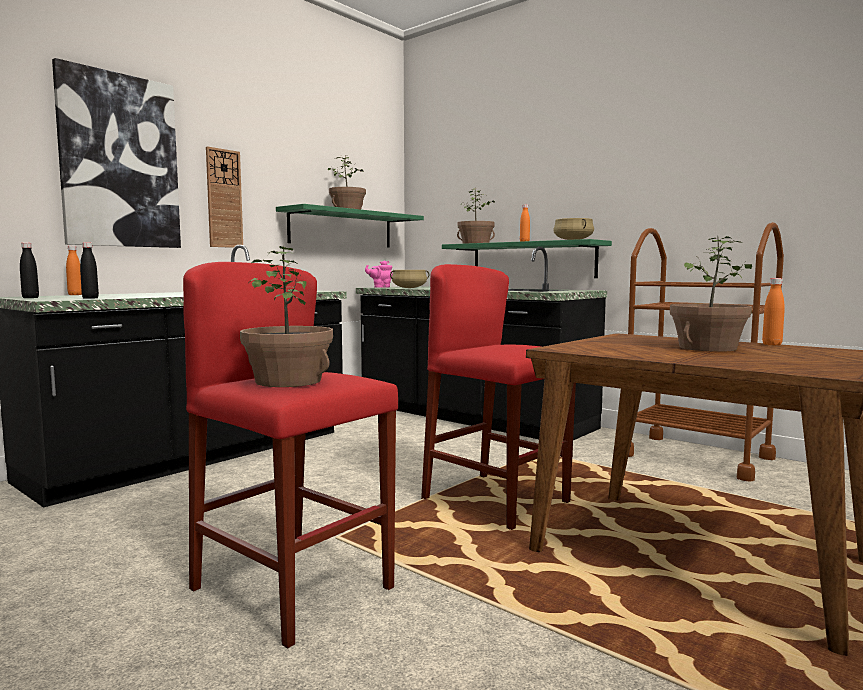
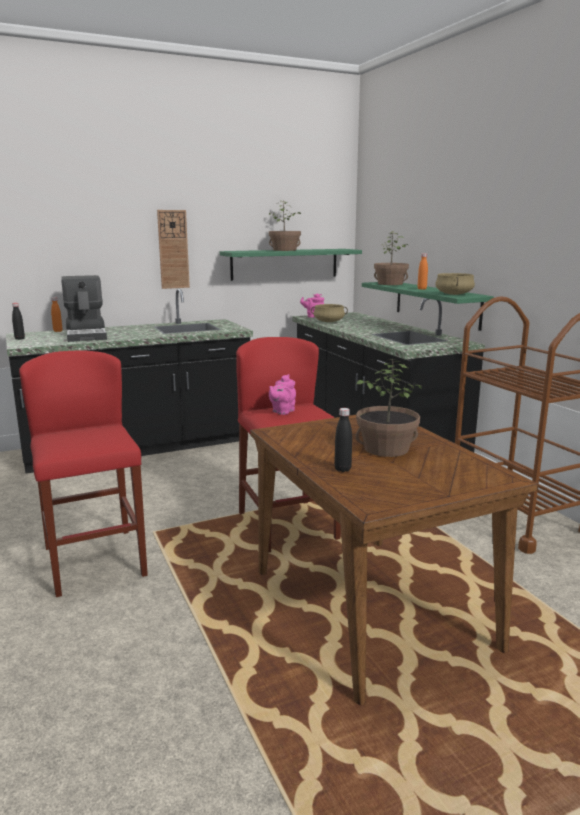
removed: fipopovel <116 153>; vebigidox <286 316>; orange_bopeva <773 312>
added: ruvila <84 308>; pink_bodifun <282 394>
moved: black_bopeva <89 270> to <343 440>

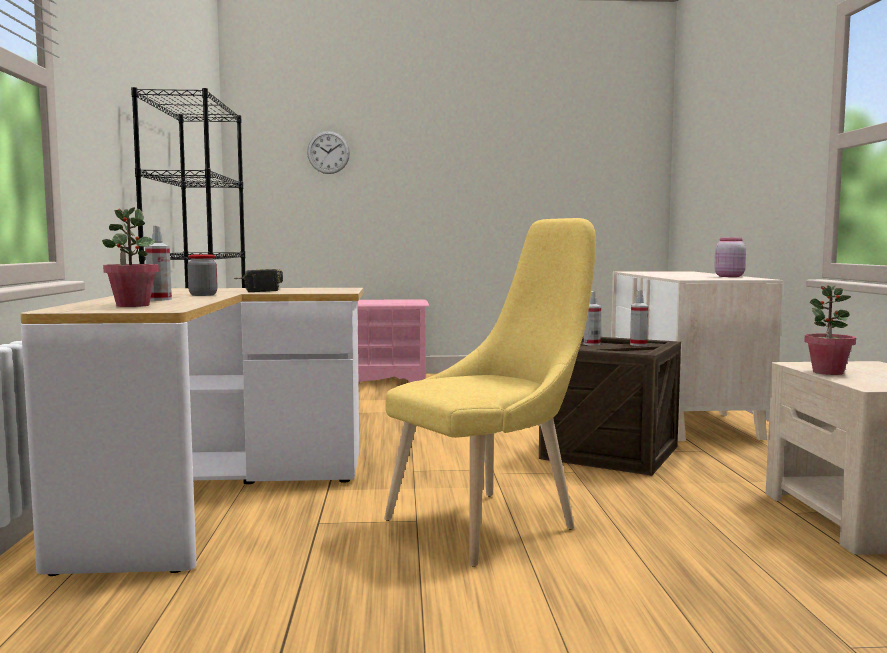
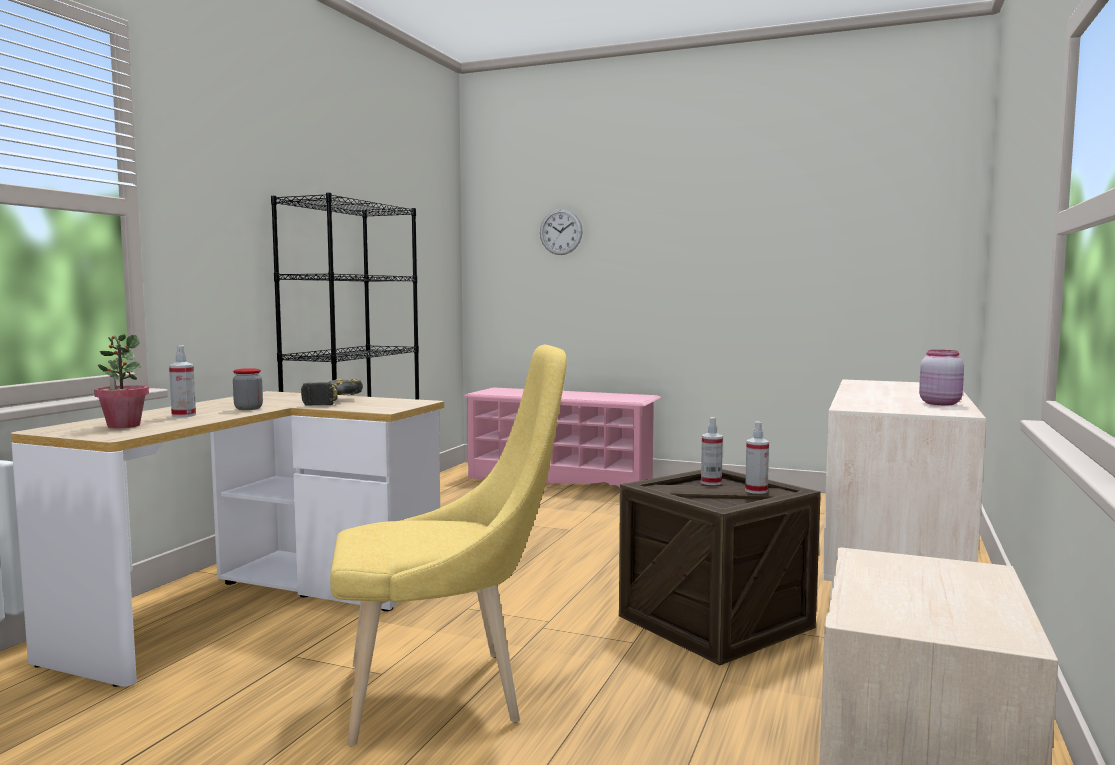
removed: vebigidox <830 330>

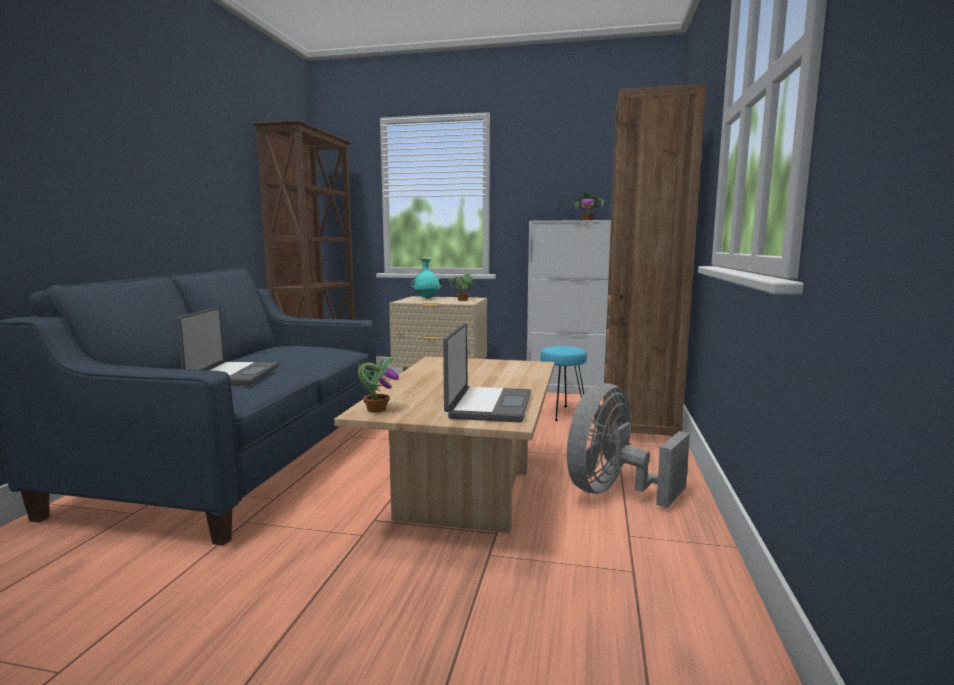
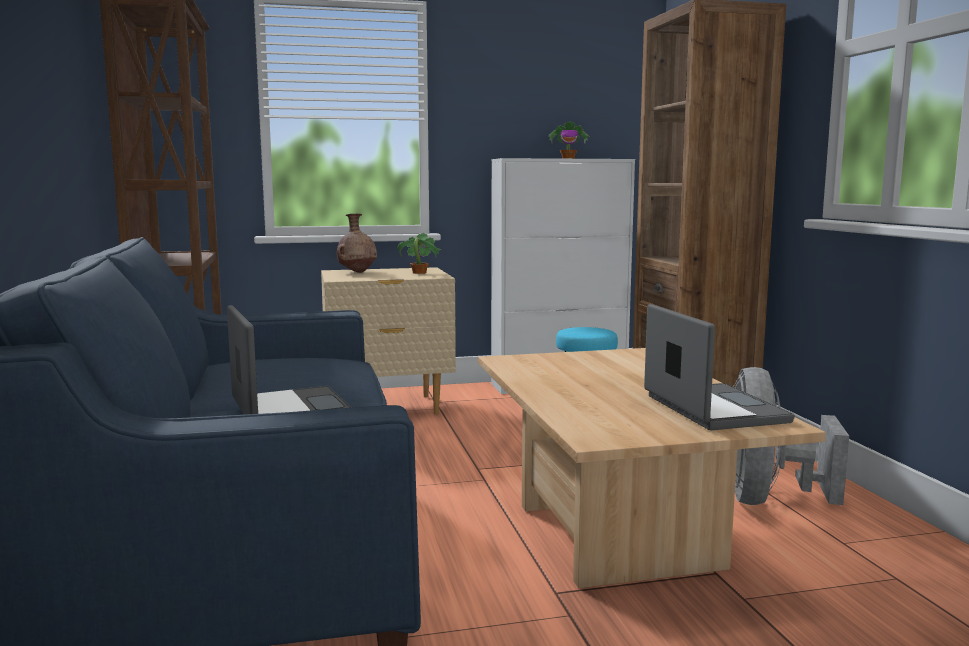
removed: vebigidox <378 384>
recoloured: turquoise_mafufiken <426 279> to brown_mafufiken <357 243>

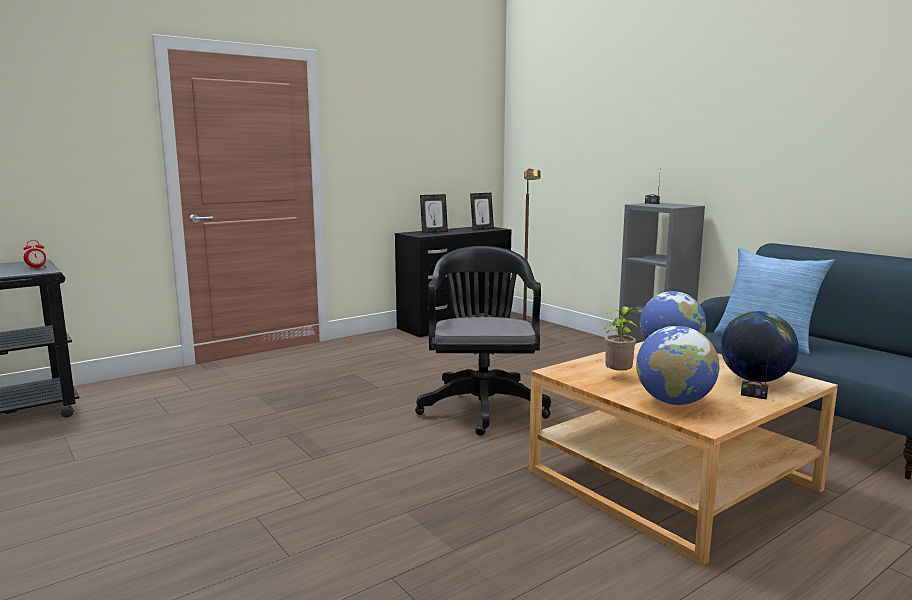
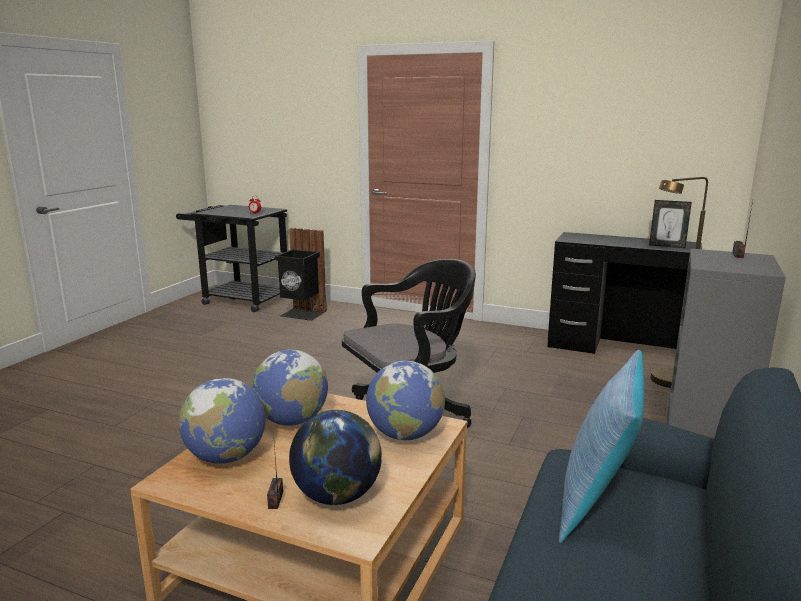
removed: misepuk <434 213>
added: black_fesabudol <301 274>
replaced: vebigidox <621 338> to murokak <290 387>

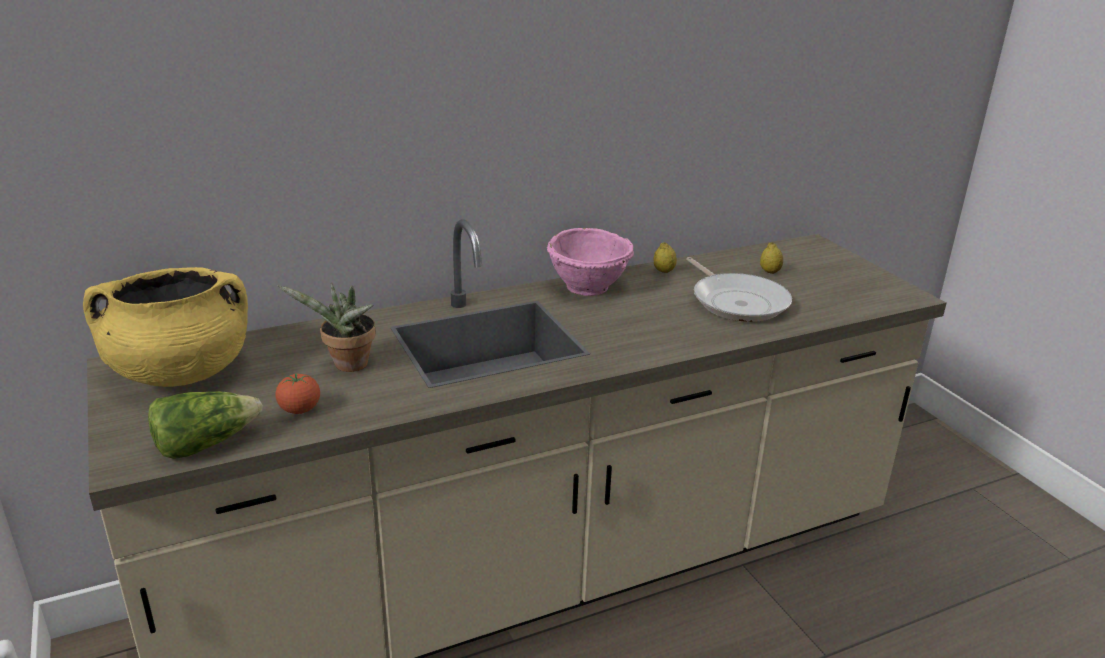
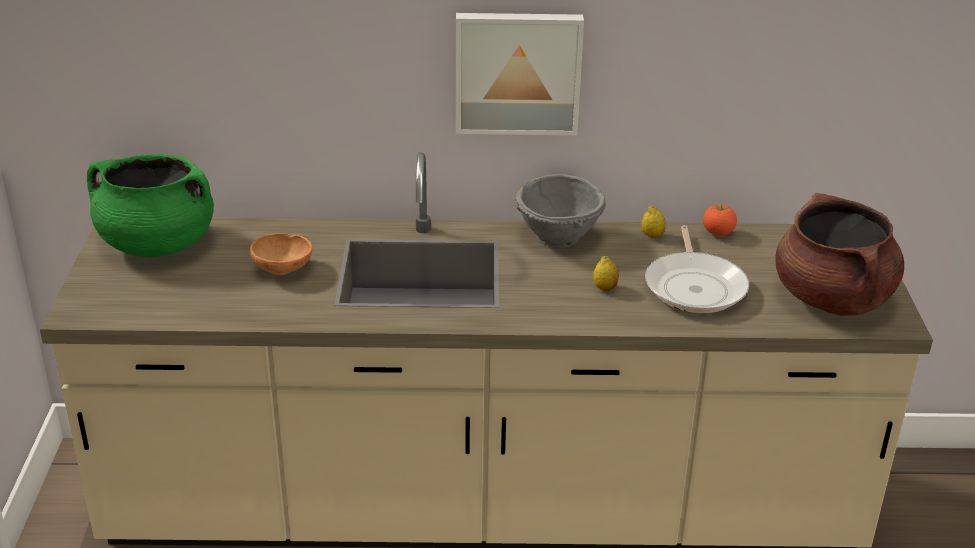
removed: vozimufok <205 425>
added: fipopovel <520 74>; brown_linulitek <839 254>
moved: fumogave <297 393> to <720 220>; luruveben <771 258> to <606 273>
replaced: vebigidox <326 327> to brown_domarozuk <281 254>
recoloured: yellow_linulitek <165 327> to green_linulitek <150 205>; pink_domarozuk <590 262> to grey_domarozuk <561 211>

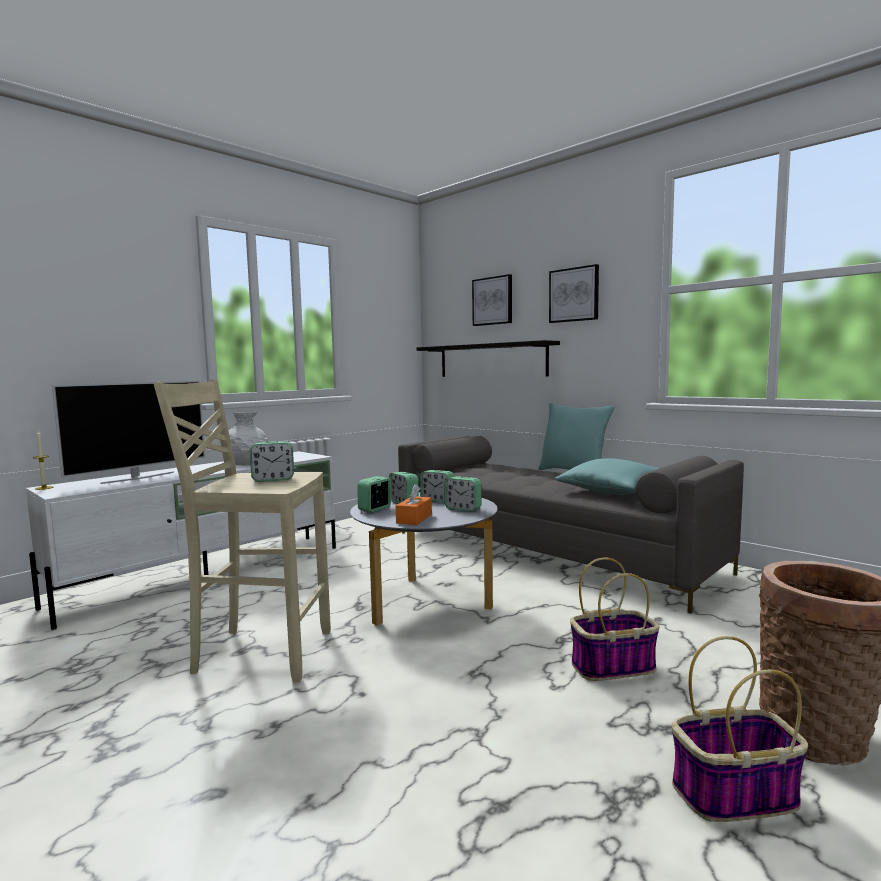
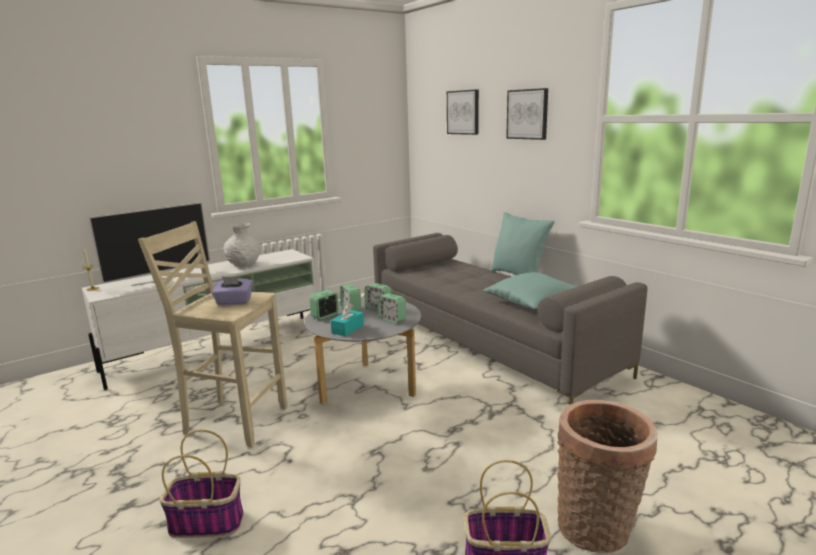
removed: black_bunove <488 358>
moved: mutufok <615 619> to <201 484>
replaced: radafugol <272 461> to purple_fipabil <232 290>
recoloured: orange_fipabil <414 504> to turquoise_fipabil <347 319>

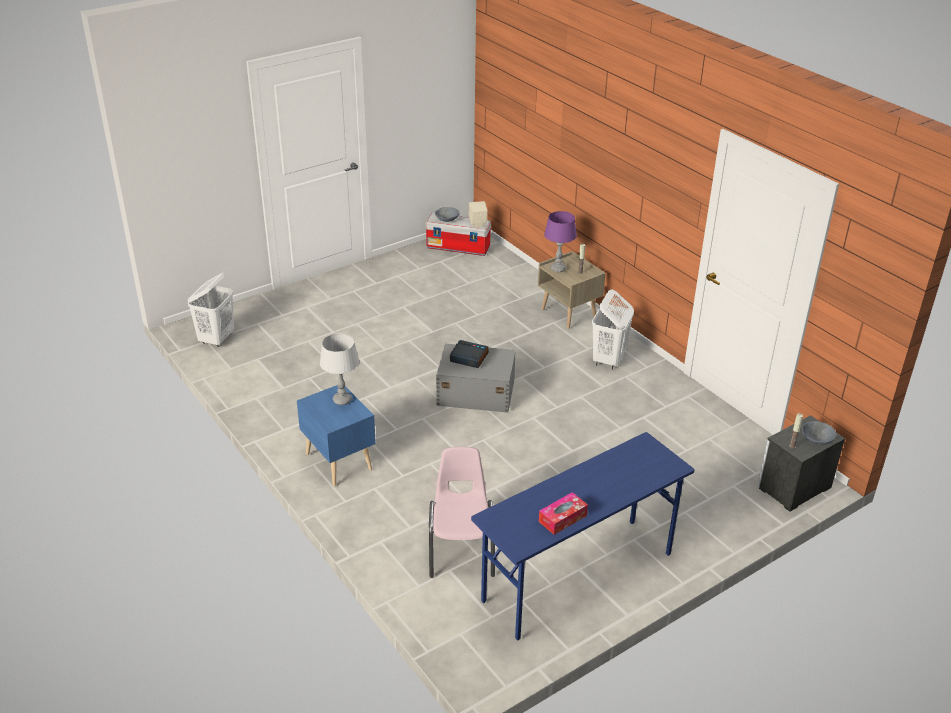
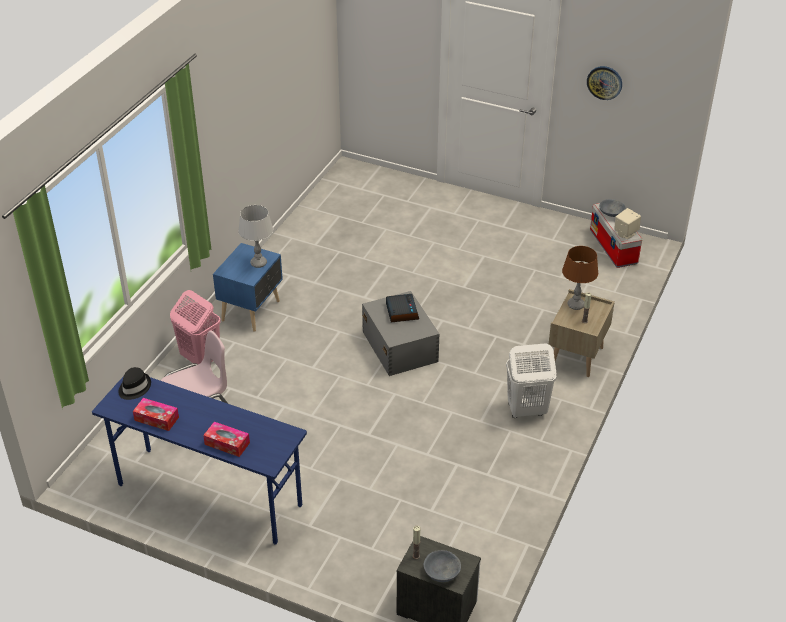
removed: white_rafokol <210 310>
added: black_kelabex <135 383>; pink_rafokol <195 327>; fipabil <226 439>; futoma <604 83>
recoloured: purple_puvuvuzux <560 241> to brown_puvuvuzux <580 278>

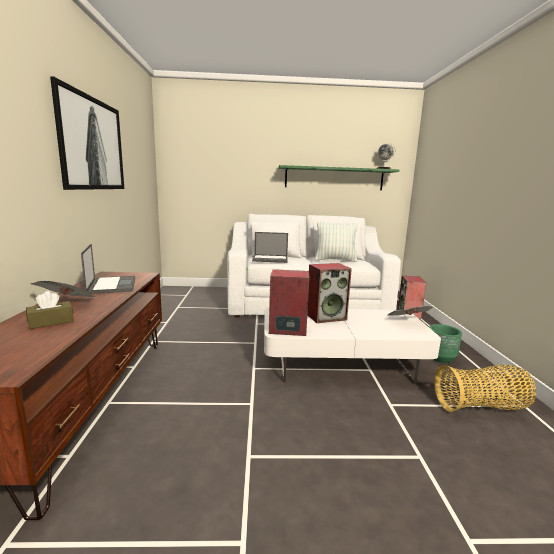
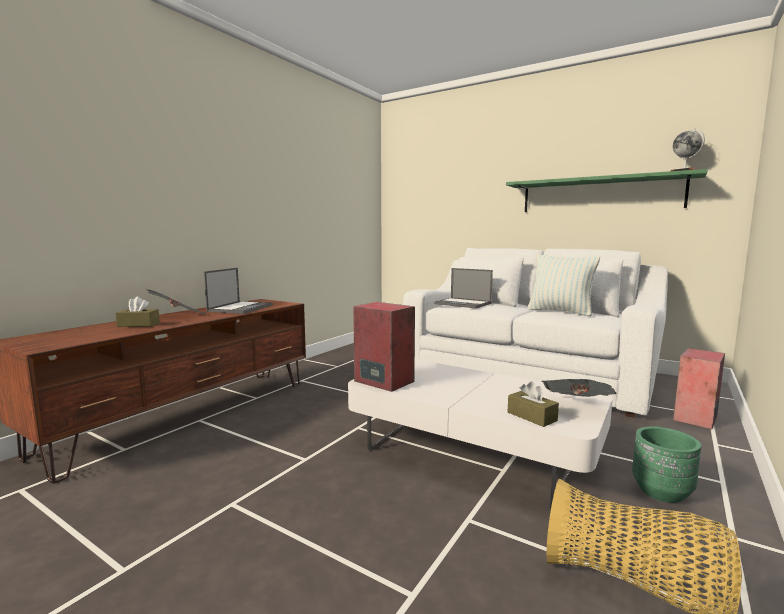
removed: fipopovel <87 133>; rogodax <329 293>
added: brown_fipabil <533 404>

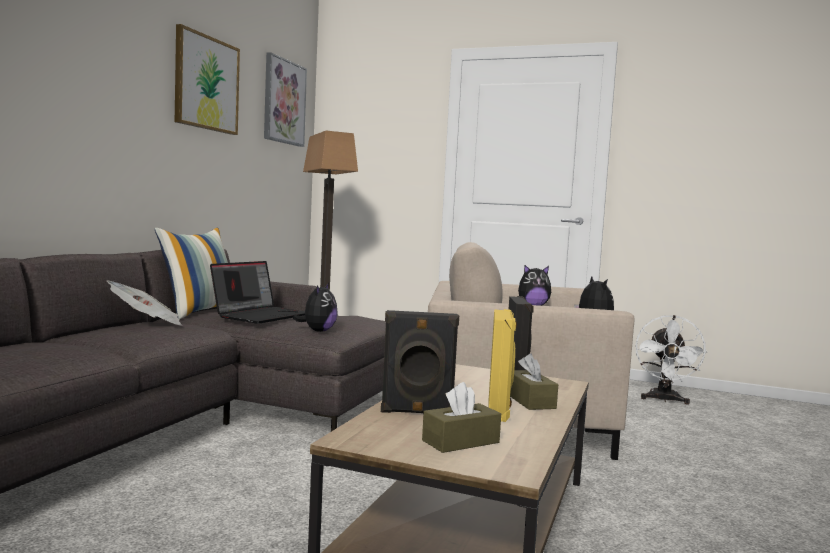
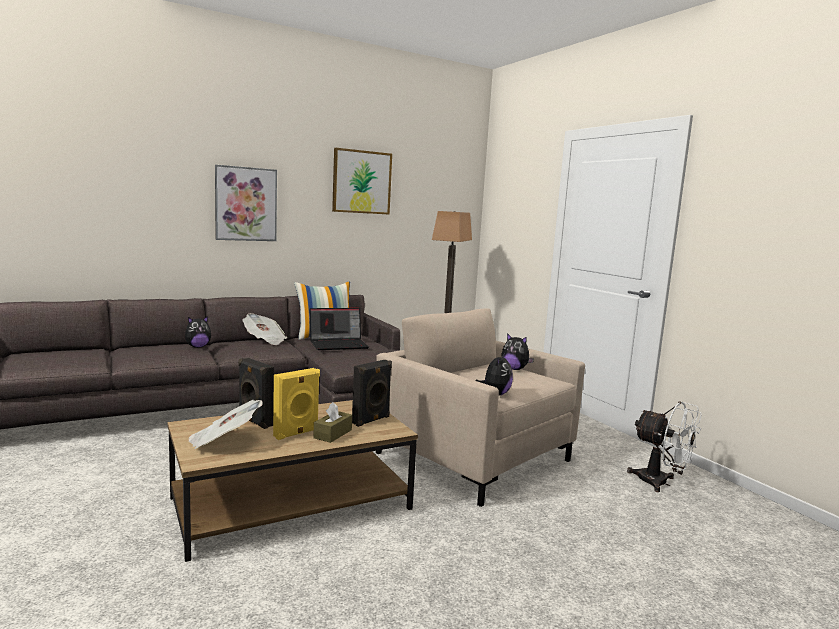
moved: fipopovel <285 99> to <246 203>; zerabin <315 307> to <198 332>
replaced: brown_fipabil <461 417> to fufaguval <225 424>
turned: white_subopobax <671 360> = <664 446> 105 degrees counterclockwise

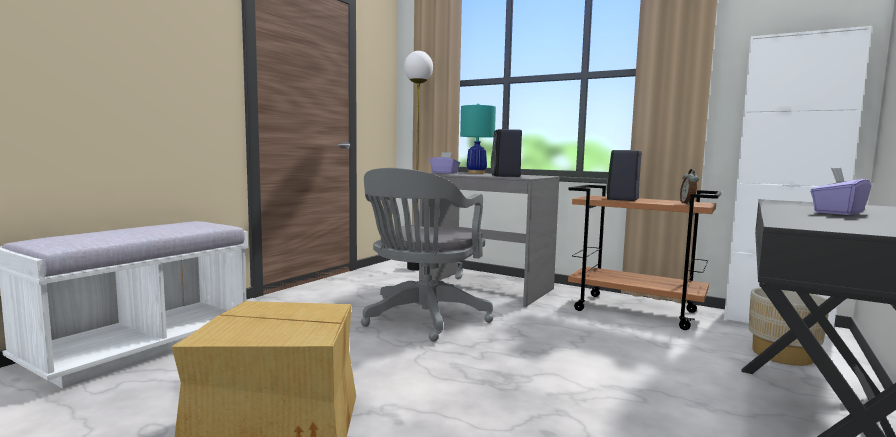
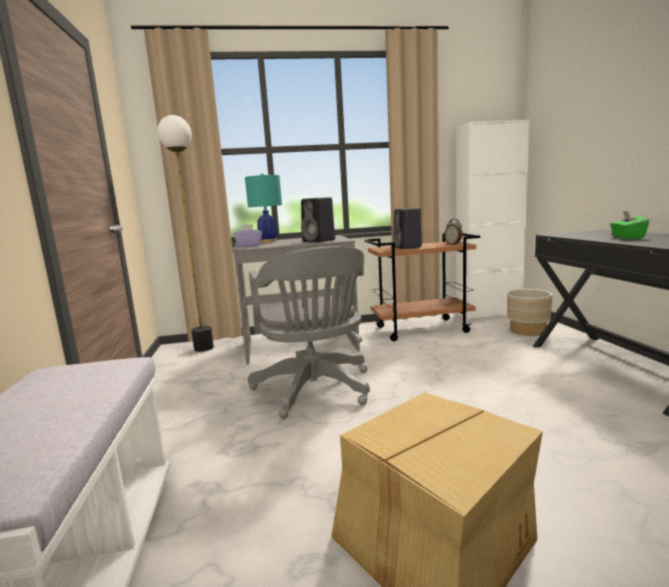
recoloured: purple_fipabil <841 191> to green_fipabil <629 225>

